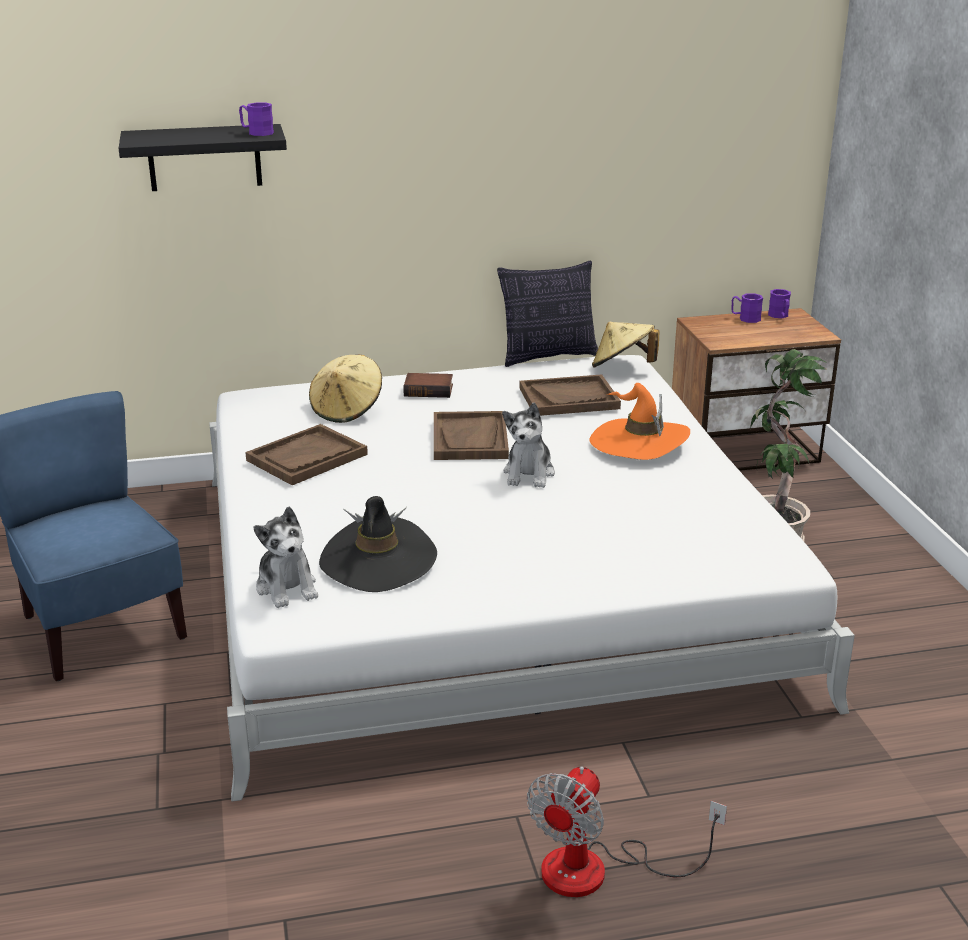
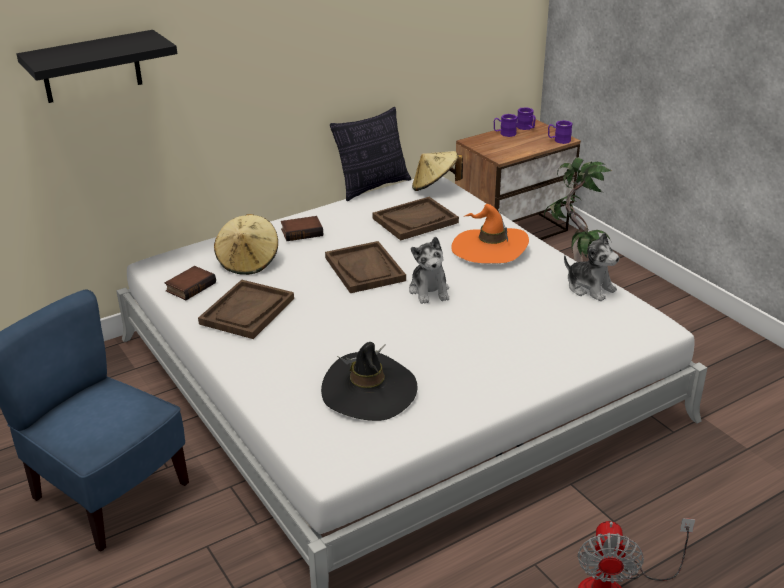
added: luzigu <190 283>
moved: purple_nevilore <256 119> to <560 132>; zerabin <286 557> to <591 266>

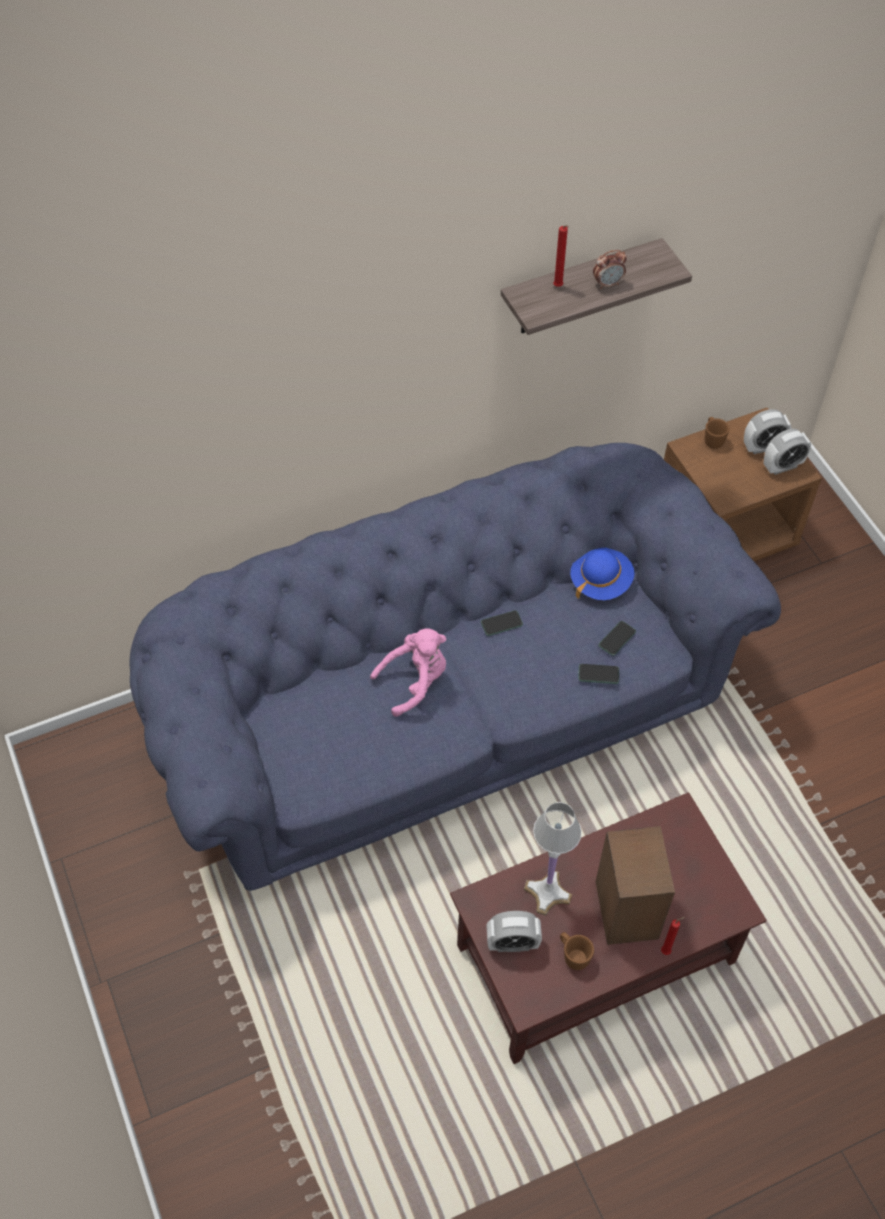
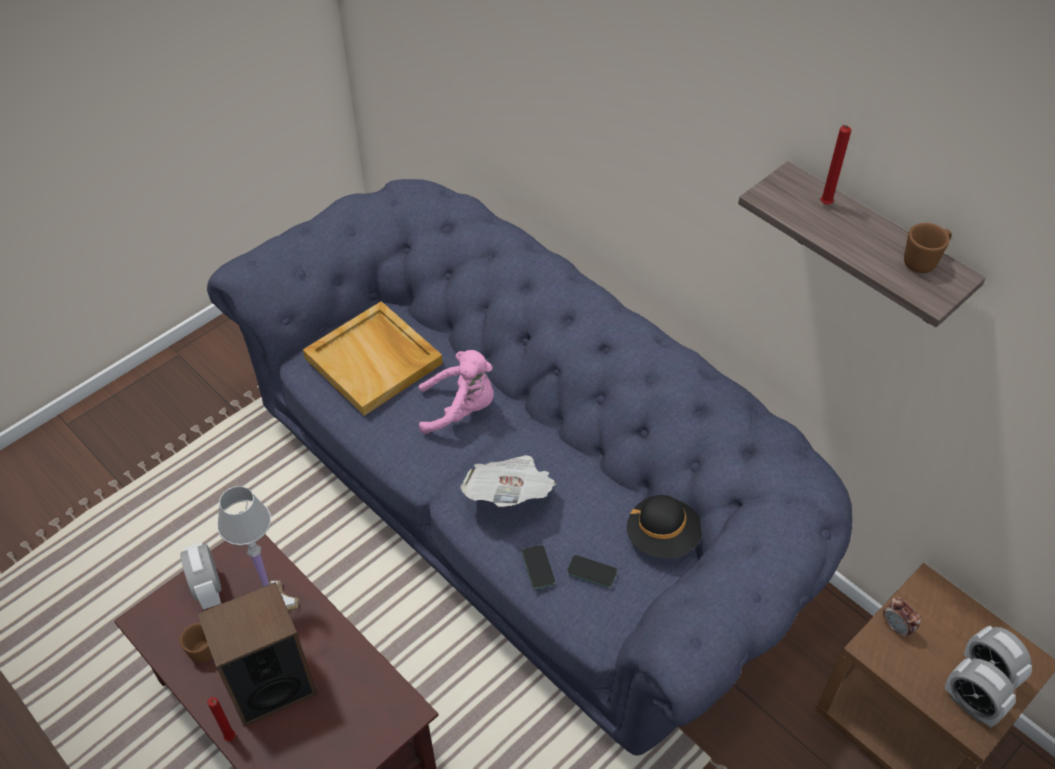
removed: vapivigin <502 623>
added: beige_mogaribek <373 358>; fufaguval <508 481>
moved: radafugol <610 269> to <902 617>; brown_nevilore <717 433> to <928 248>
recoloured: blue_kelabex <602 574> to black_kelabex <664 527>
turned: pink_zerabin <408 672> = <456 392> 45 degrees counterclockwise

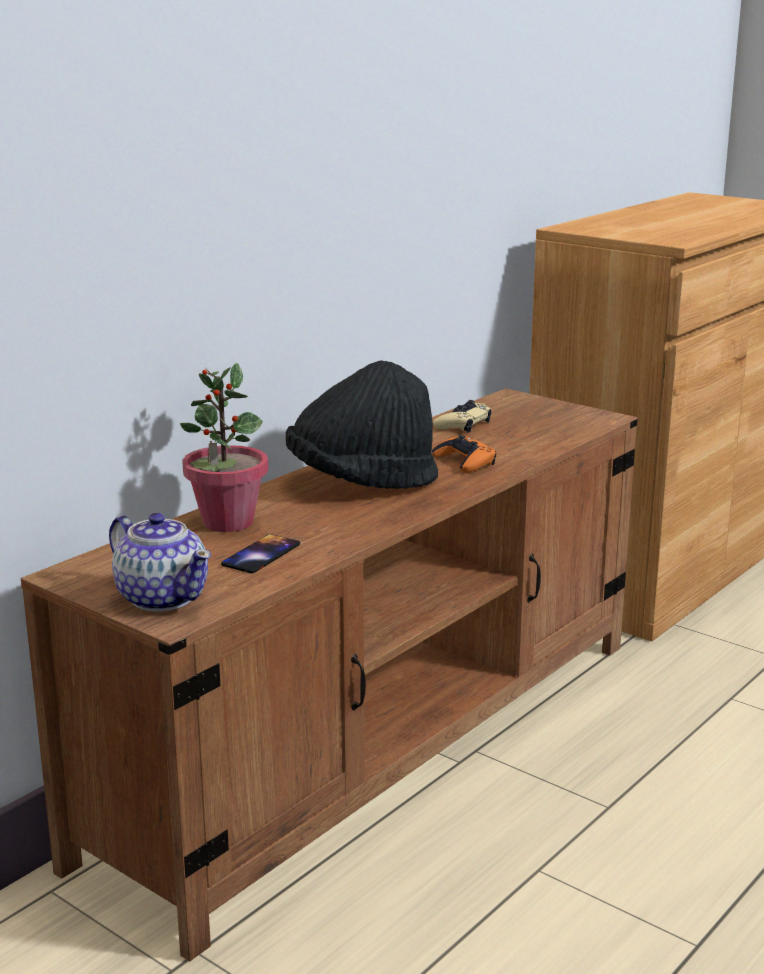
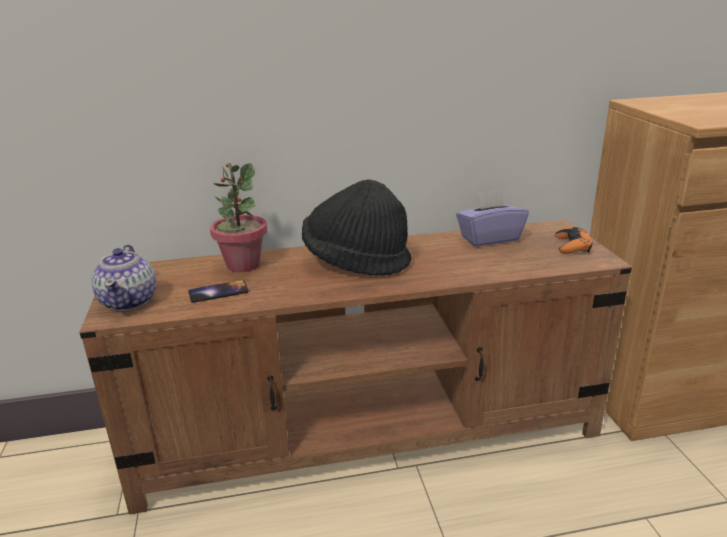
moved: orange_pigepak <464 454> to <573 240>
replaced: beige_pigepak <462 416> to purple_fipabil <492 218>

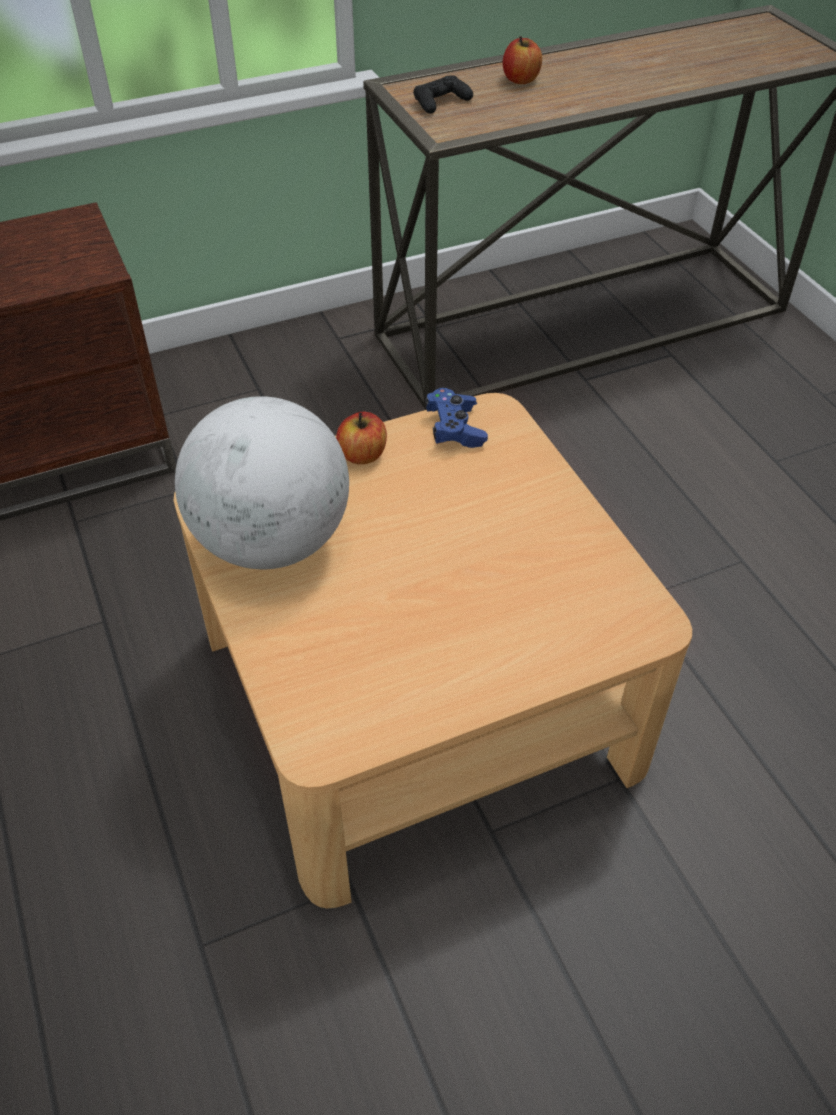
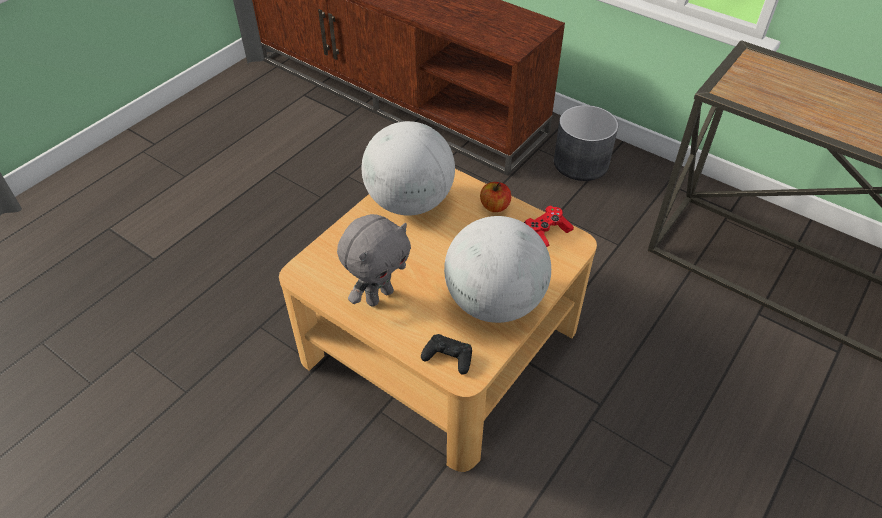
removed: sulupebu <522 60>
added: grey_zerabin <374 260>; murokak <497 269>; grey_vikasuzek <586 143>
moved: black_pigepak <443 94> to <446 354>
recoloured: blue_pigepak <456 418> to red_pigepak <549 226>

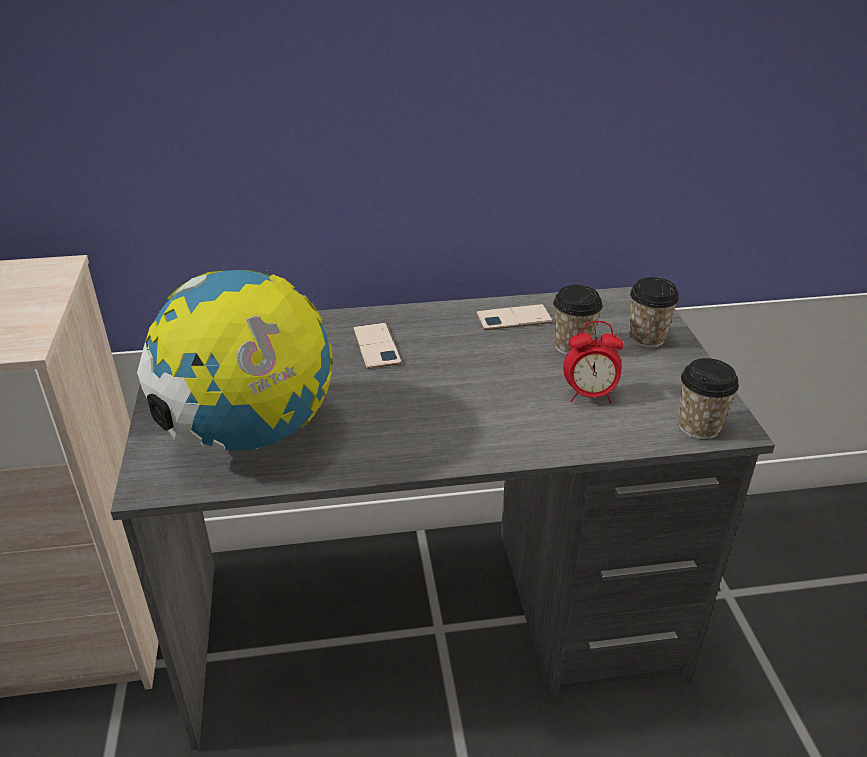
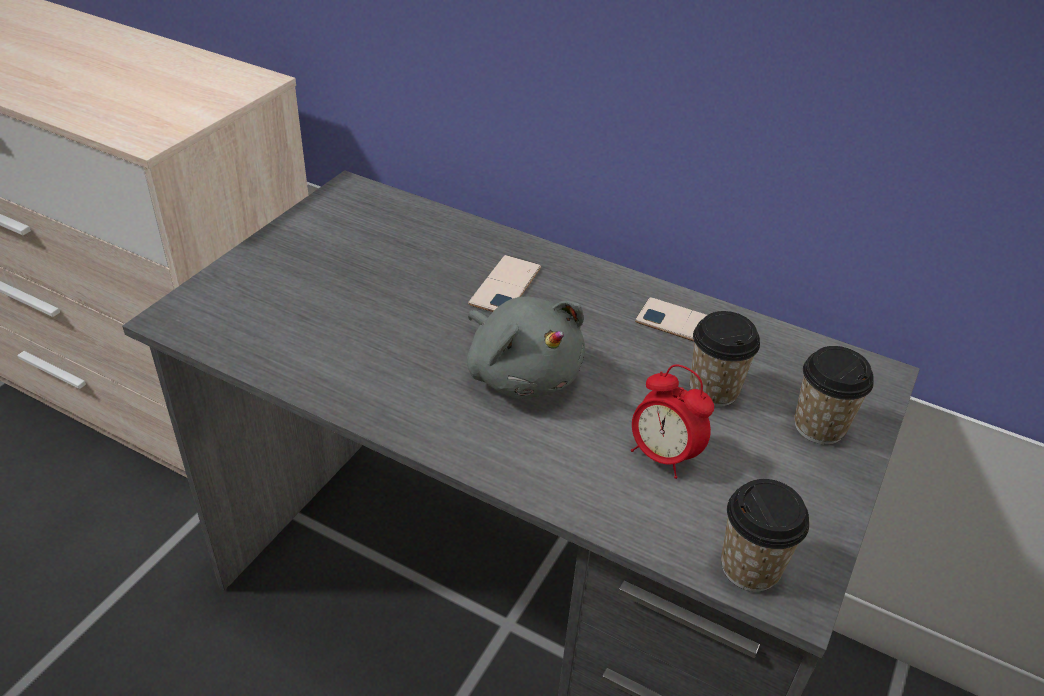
removed: murokak <235 359>
added: grey_zerabin <526 347>

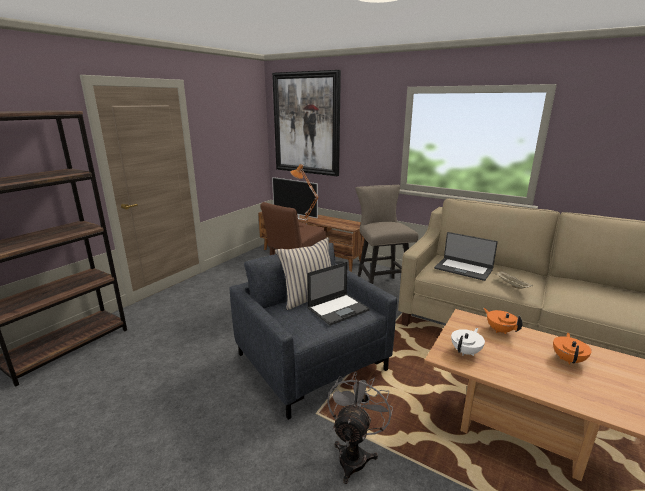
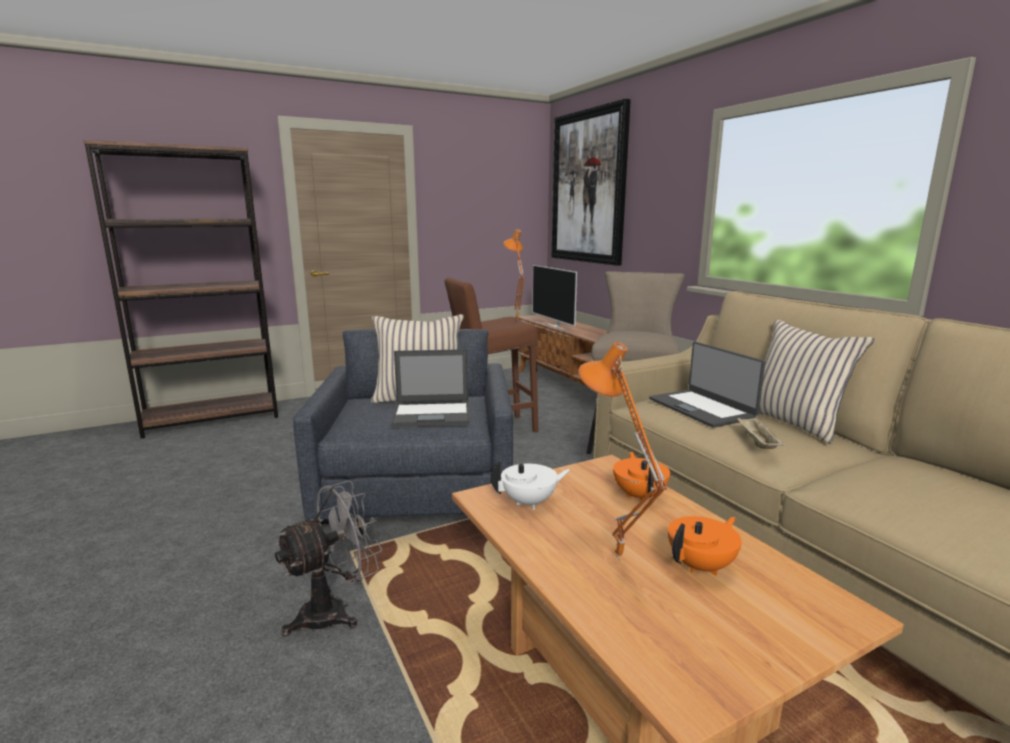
added: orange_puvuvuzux <622 451>; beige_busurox <817 381>

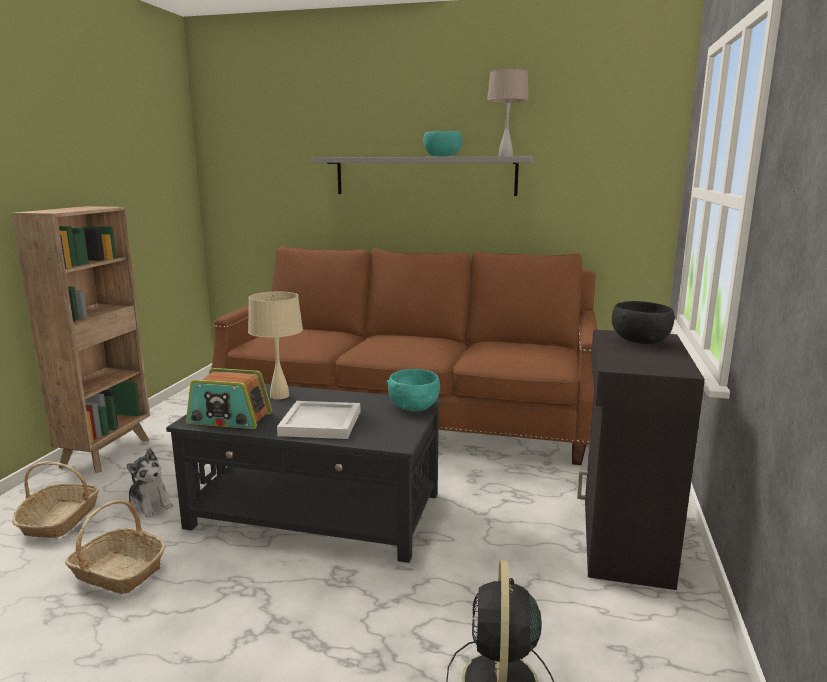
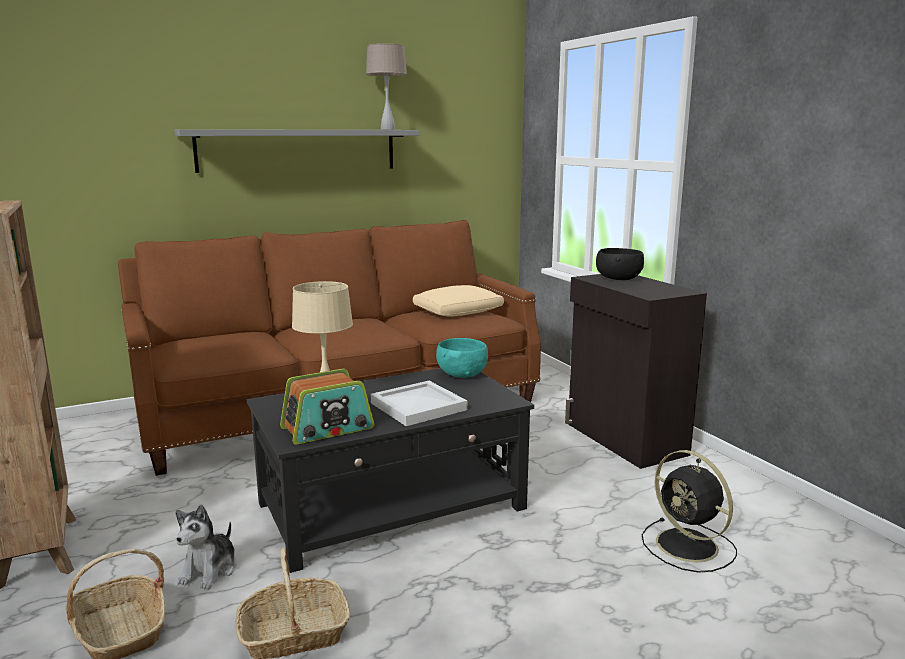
removed: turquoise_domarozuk <442 144>
added: beige_busurox <458 300>
turned: zerabin <150 483> = <206 547> 105 degrees clockwise

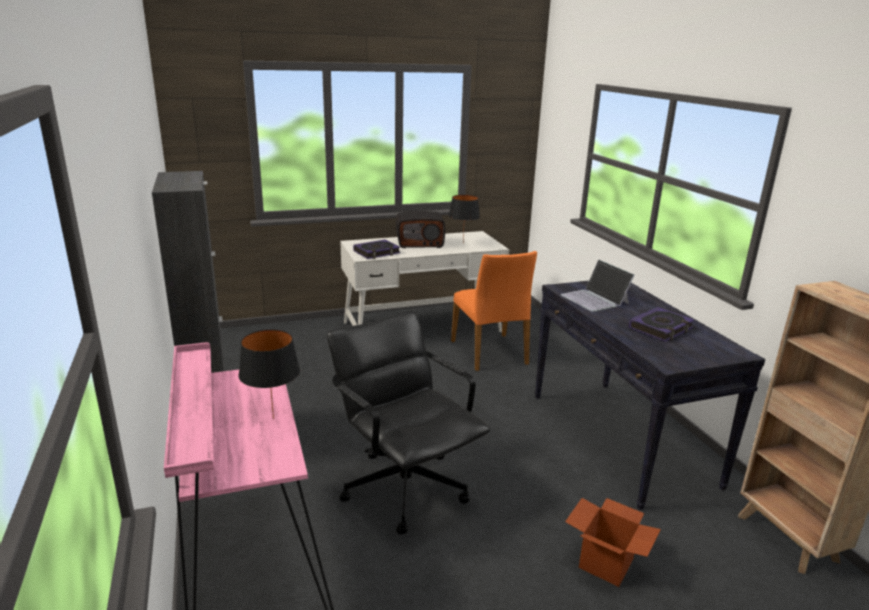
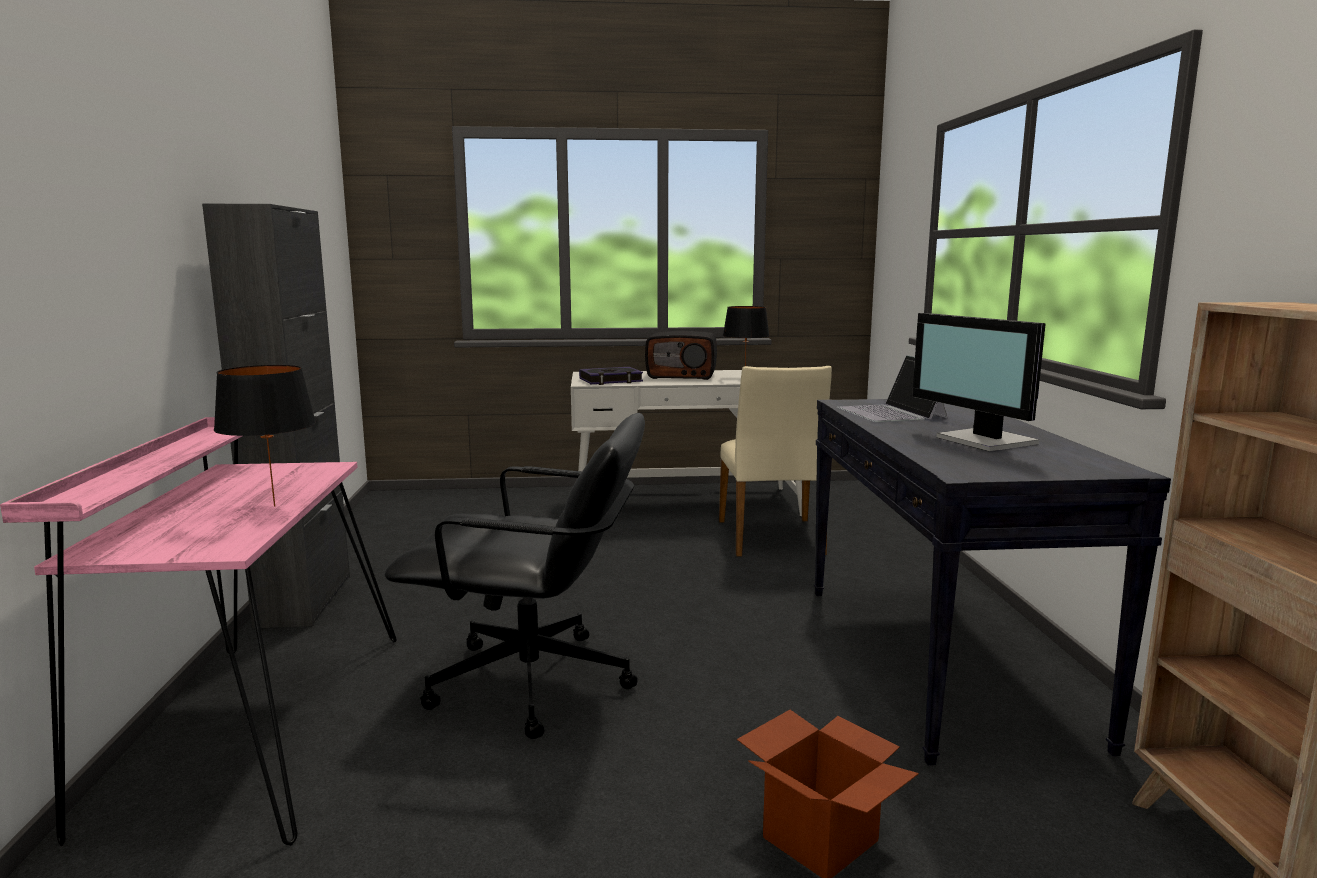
replaced: luzigu <661 324> to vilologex <979 382>
recoloured: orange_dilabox <494 311> to beige_dilabox <775 461>
turned: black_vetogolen <408 422> = <515 576> 120 degrees clockwise

